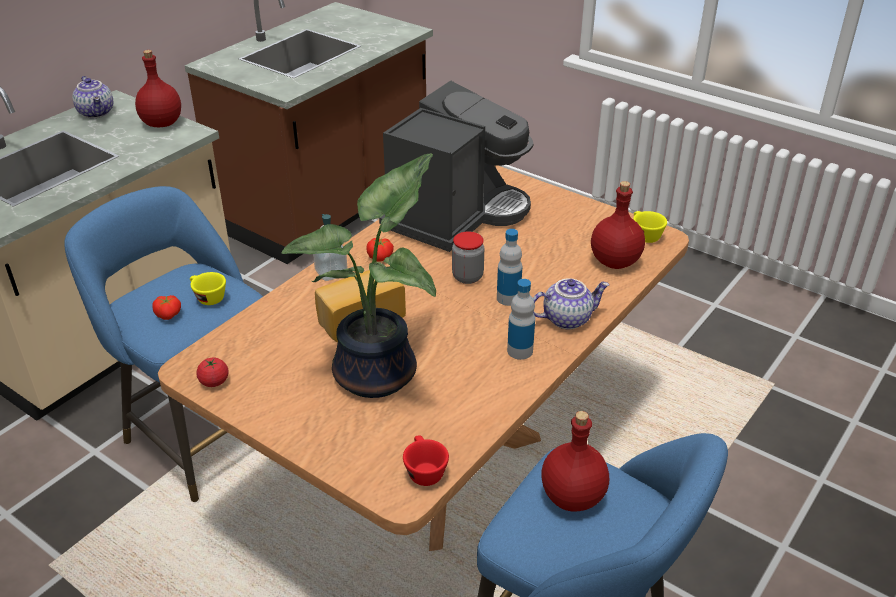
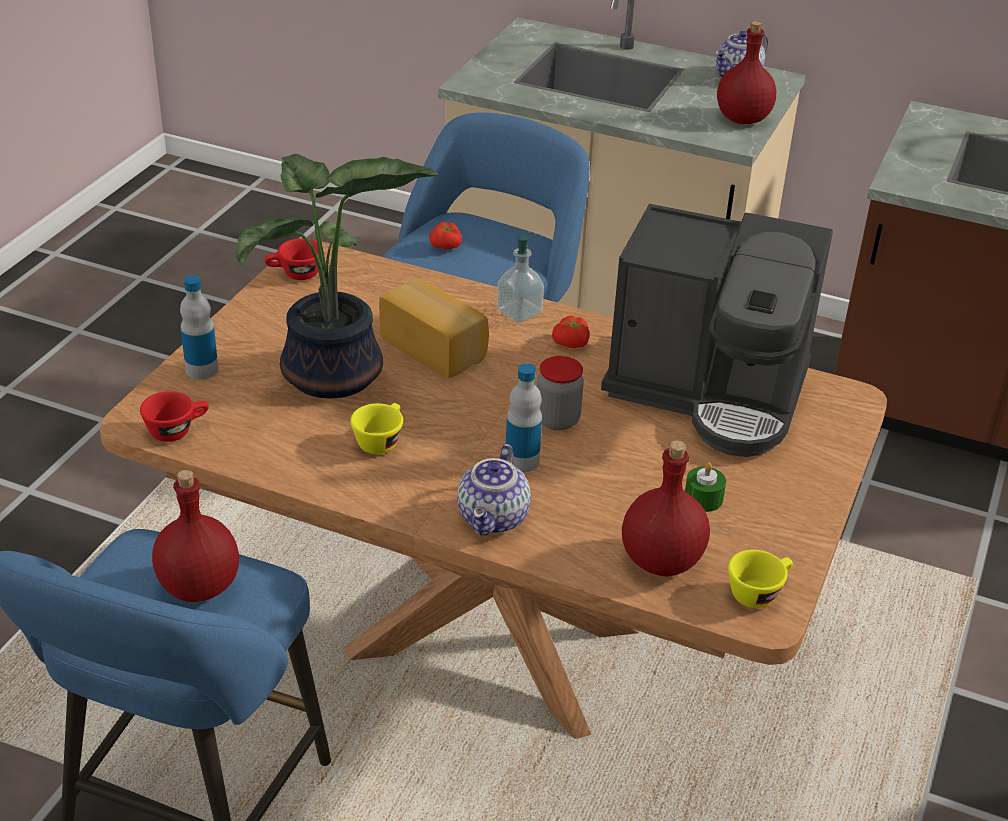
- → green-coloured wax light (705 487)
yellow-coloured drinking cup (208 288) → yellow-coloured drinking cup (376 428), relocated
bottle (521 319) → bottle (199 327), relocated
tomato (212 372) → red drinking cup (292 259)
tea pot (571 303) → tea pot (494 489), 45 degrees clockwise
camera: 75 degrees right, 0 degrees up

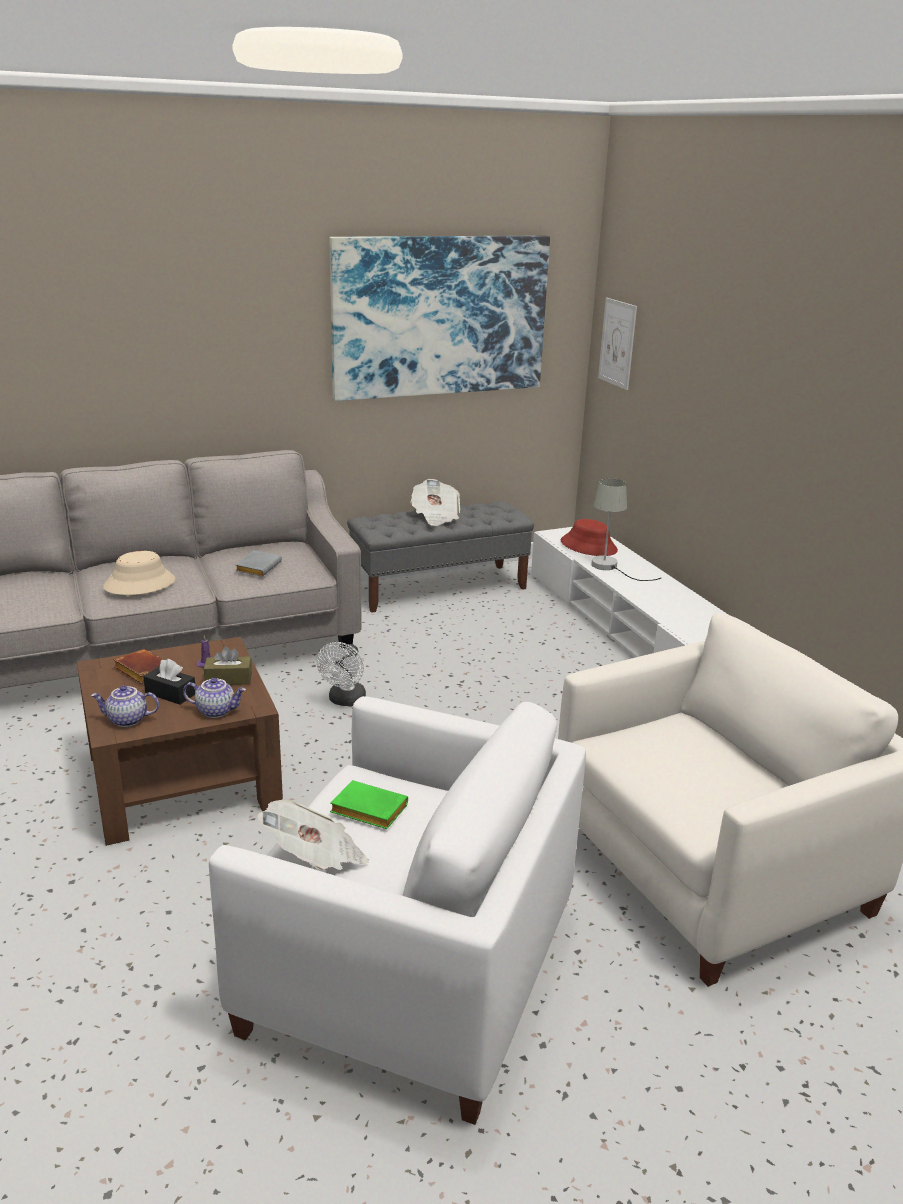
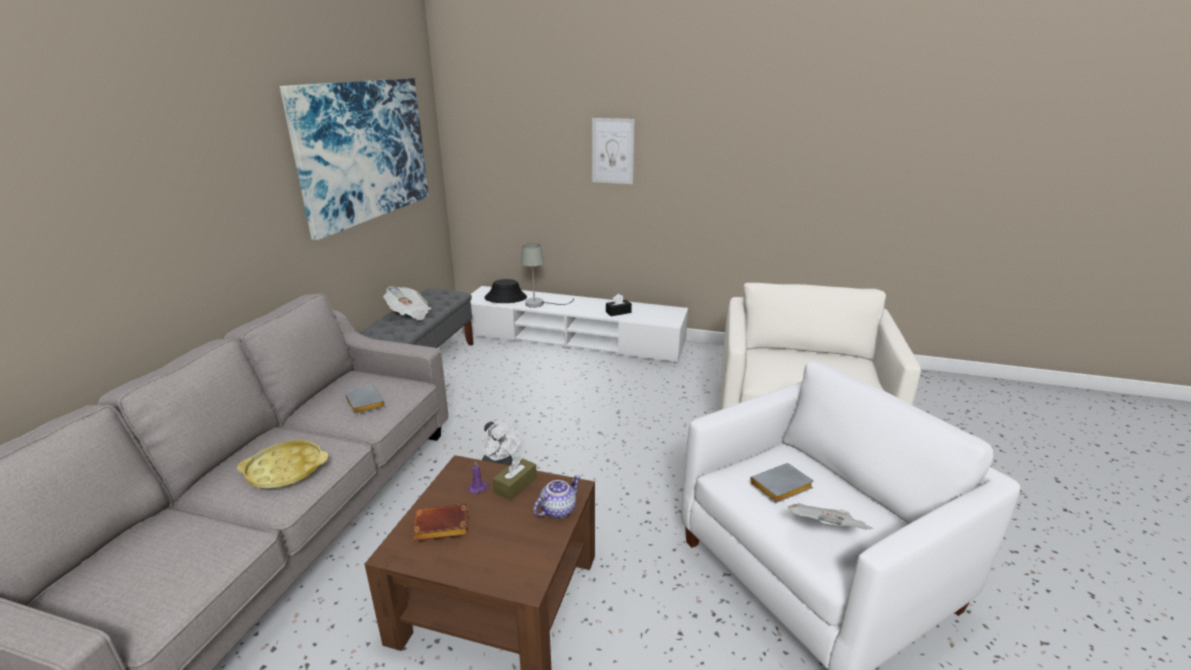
tea pot (125 706) → -
black-coloured tissue holder (169 682) → black-coloured tissue holder (619 305), relocated
wall picture (617 344) → wall picture (613 151), relocated
beige-coloured clothing hat (139 573) → yellow-coloured tray (283 464)
green-coloured book (369 804) → grey book (782 483)
red clothing hat (589 537) → black-coloured clothing hat (506 291)
camera: 50 degrees left, 0 degrees up

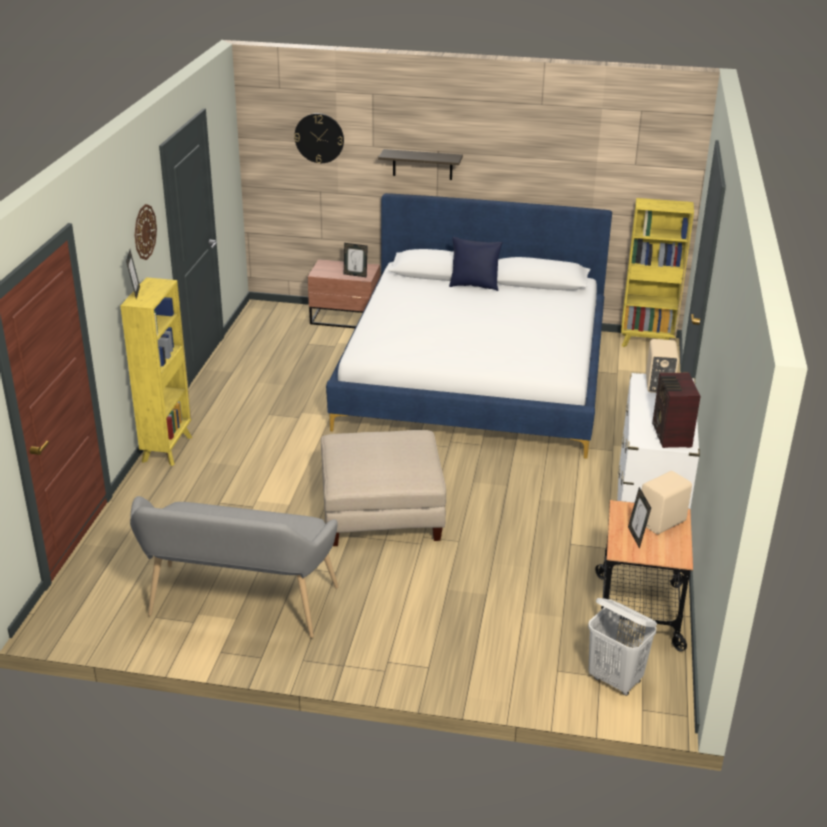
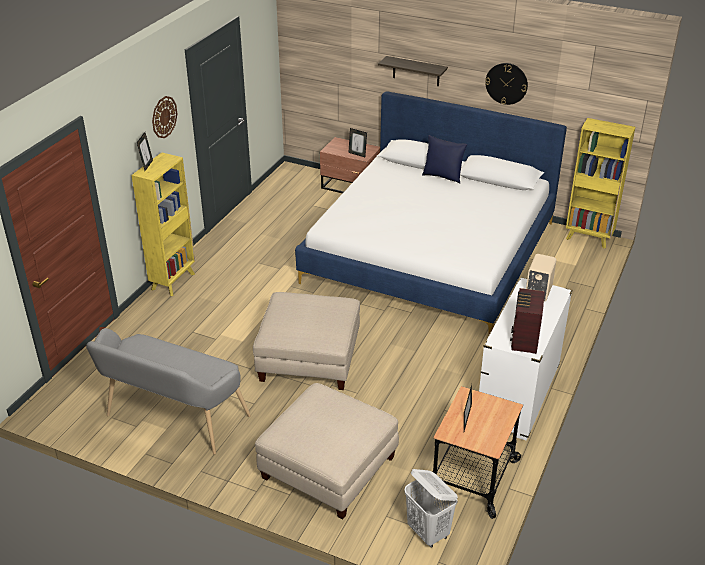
beige-coloured audio speaker (667 502) → -
- → beige-coloured footrest (327 451)
wall clock (319 138) → wall clock (506 84), relocated
camera: 15 degrees right, 5 degrees up

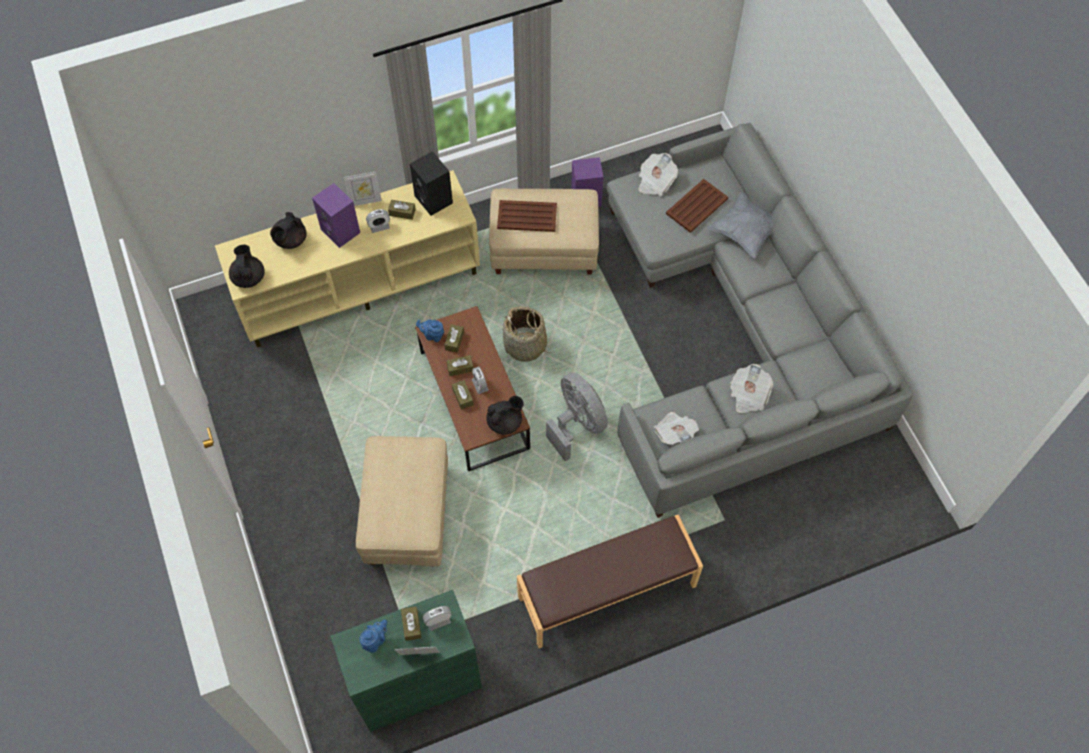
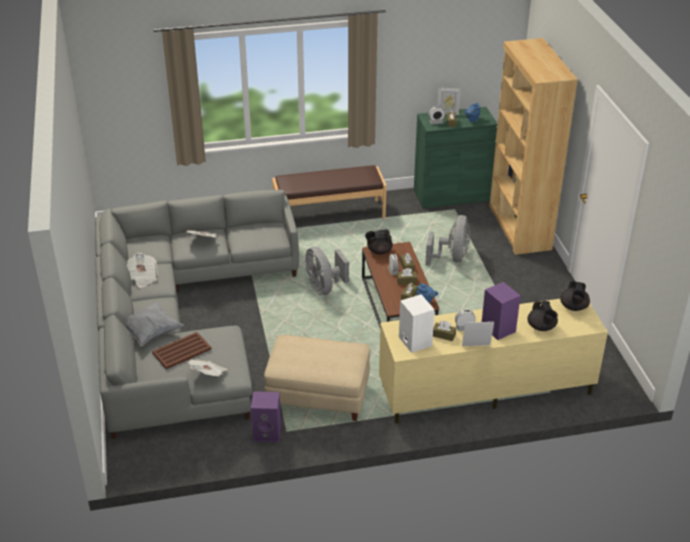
brownish tray (527 216) → -
storage basket (527 334) → -
- → brownish bookshelf (533 146)
printed paper (676 428) → printed paper (142 270), relocated
beige-coloured footrest (402 501) → grey cooling fan (447 240)
black-coloured audio speaker (431 183) → white-coloured audio speaker (417 323)
black-coloured tea pot (288 230) → black-coloured tea pot (542 316), 120 degrees clockwise
camera: 170 degrees left, 25 degrees down

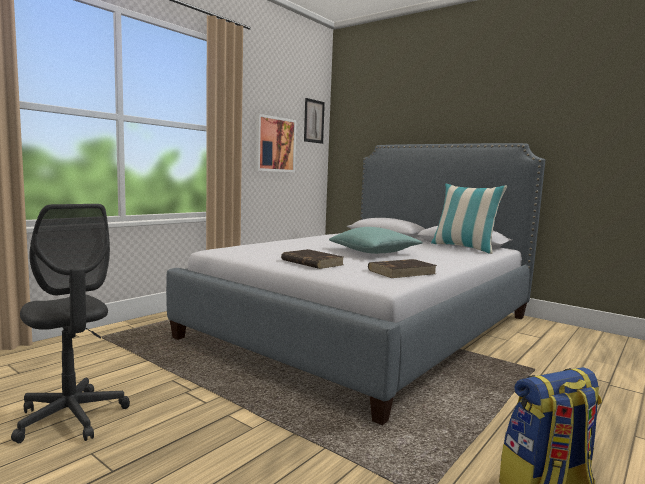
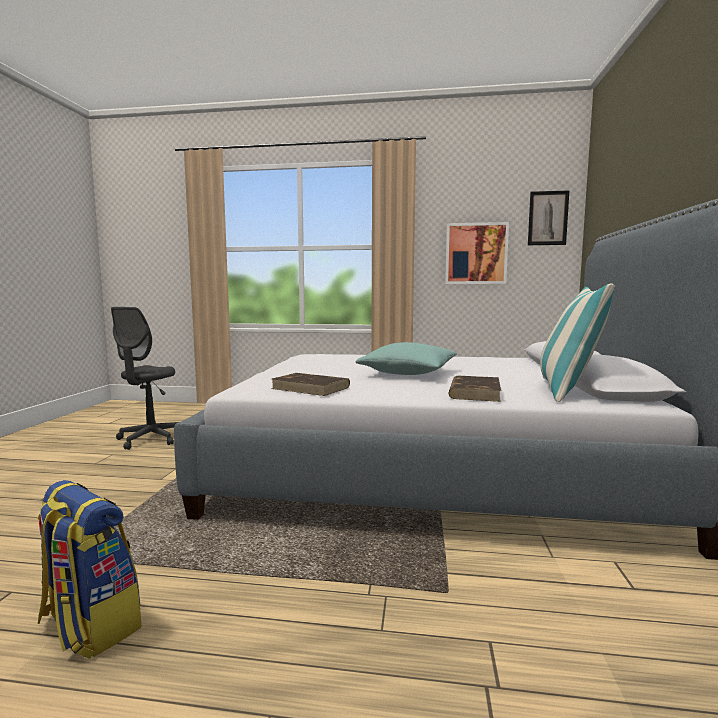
brownish book (312 259) → brownish book (475 389), relocated
camera: 60 degrees right, 0 degrees up

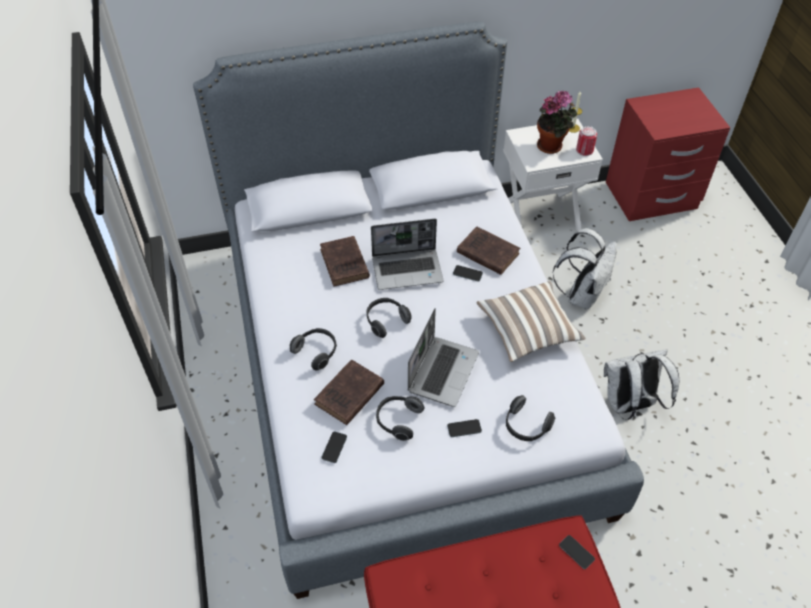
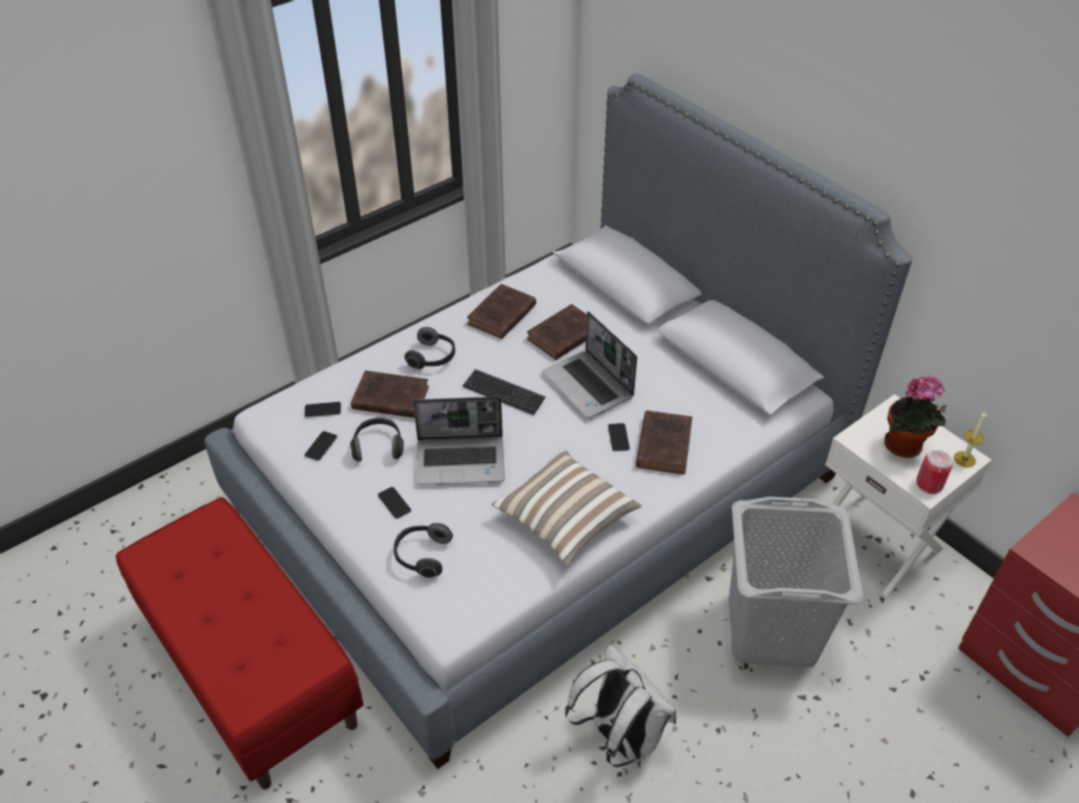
- → brownish book (501 311)
handset (577 552) → handset (321 446), relocated
headset (389 318) → computer keyboard (504 392)
white-coloured rucksack (585 269) → grey washing basket (796 582)
camera: 65 degrees right, 5 degrees down

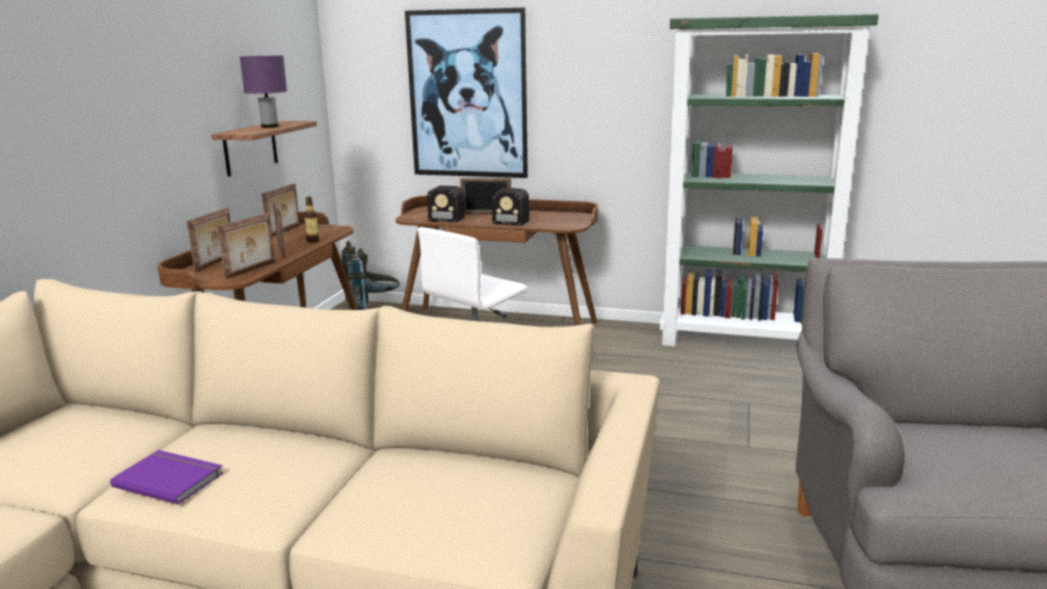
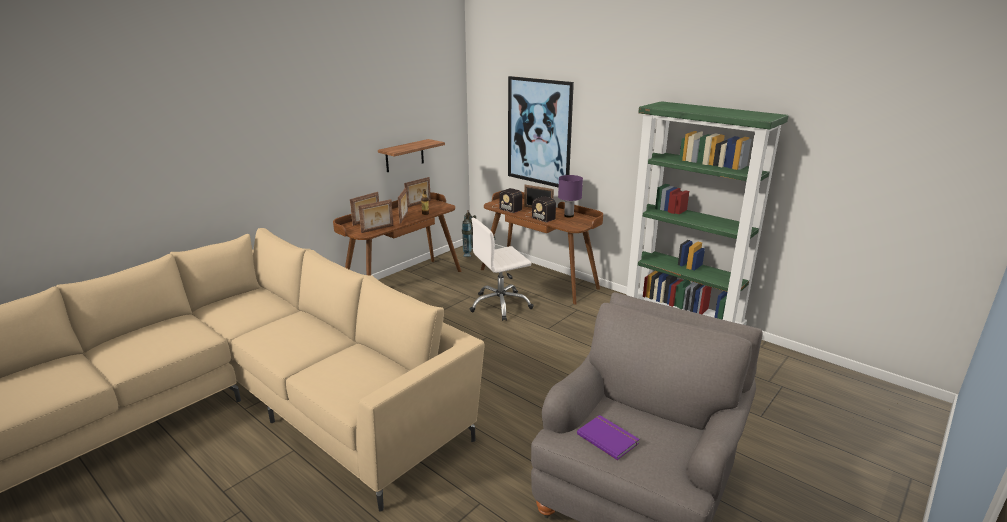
purple book (166 477) → purple book (608 437), relocated
purple tabletop lamp (263 92) → purple tabletop lamp (570 196), relocated
camera: 25 degrees right, 5 degrees up

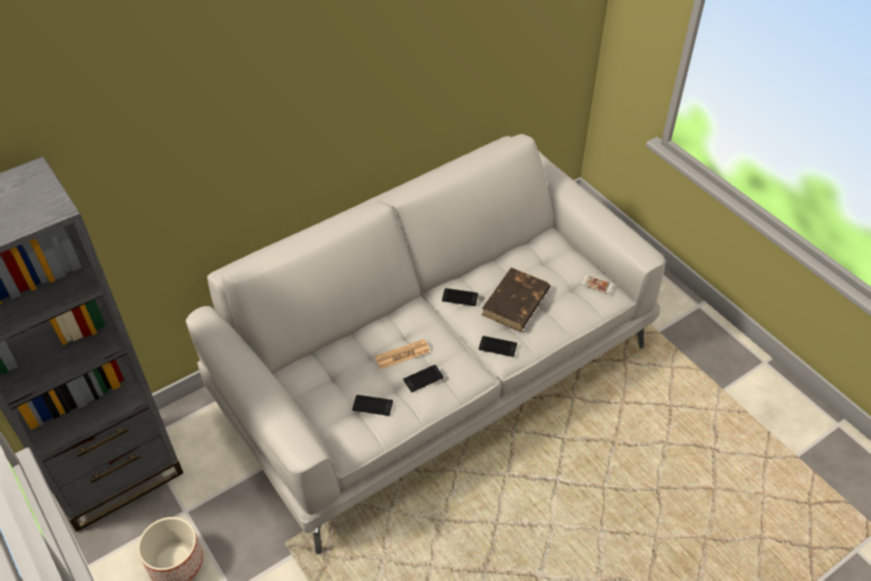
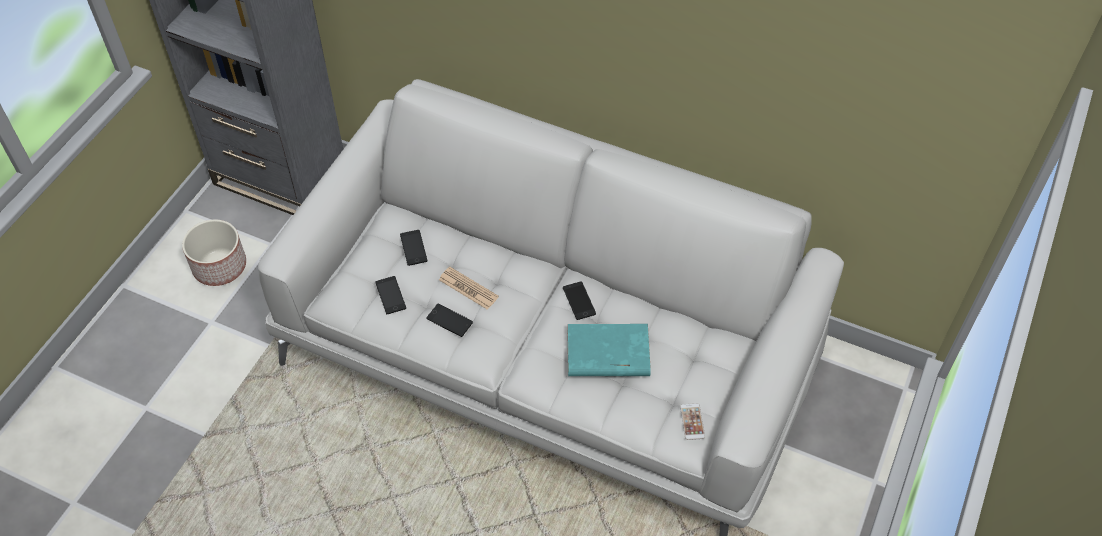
handset (498 346) → handset (414 248), relocated
brownish book (516 299) → turquoise-coloured book (609 350)
camera: 60 degrees right, 5 degrees up

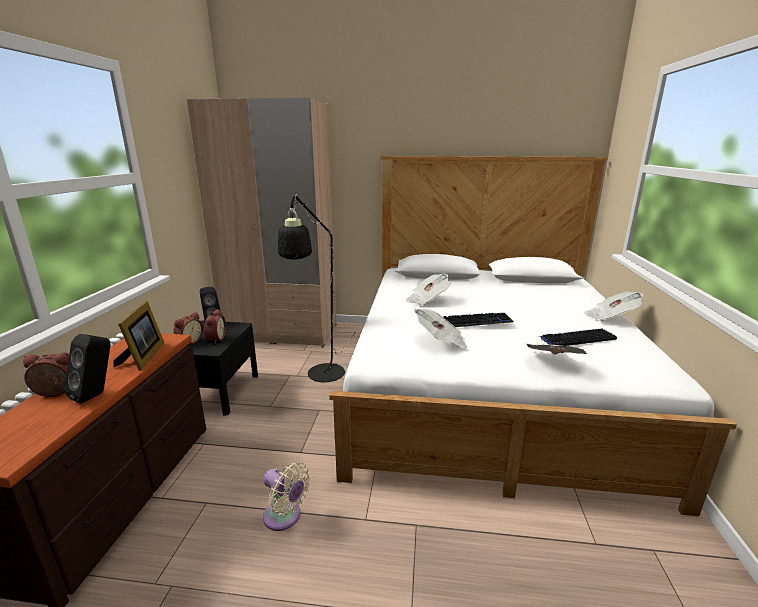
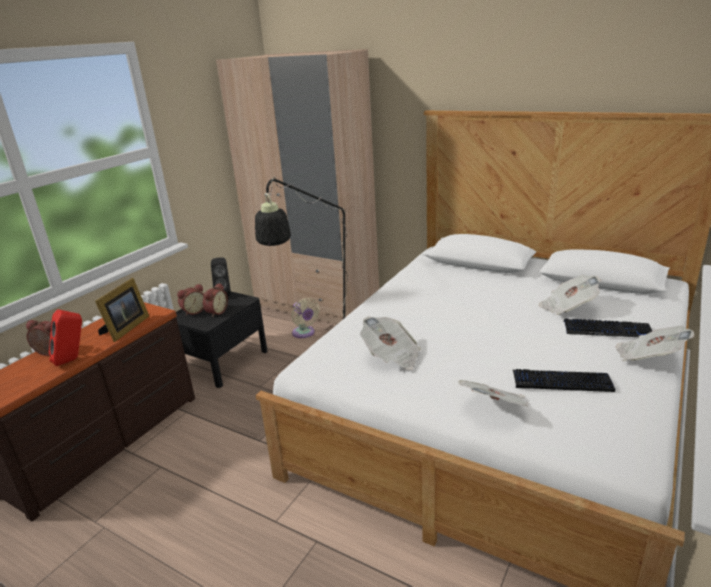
beige-coloured cooling fan (287 496) → beige-coloured cooling fan (305 318), relocated
printed paper (428 289) → printed paper (570 295), relocated
computer keyboard (478 320) → computer keyboard (608 327), relocated
black-coloured audio speaker (87 369) → red audio speaker (65 337)
camera: 25 degrees right, 5 degrees up

